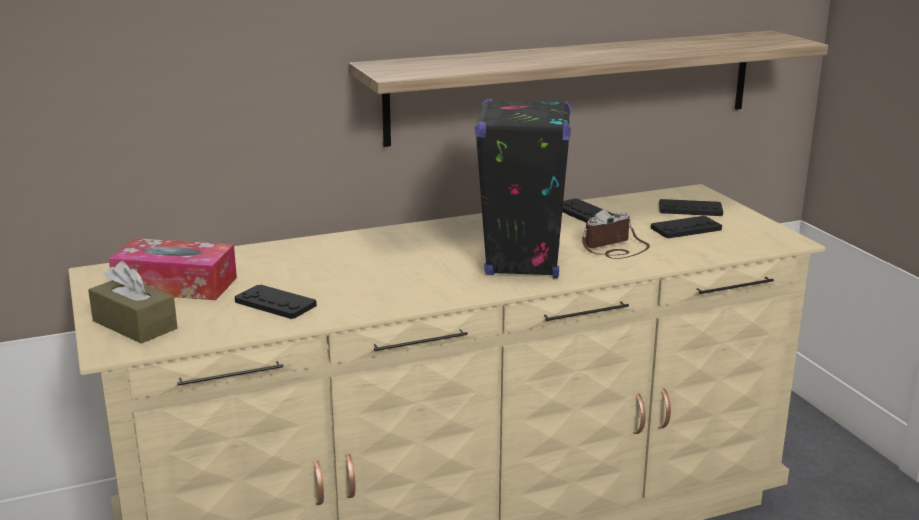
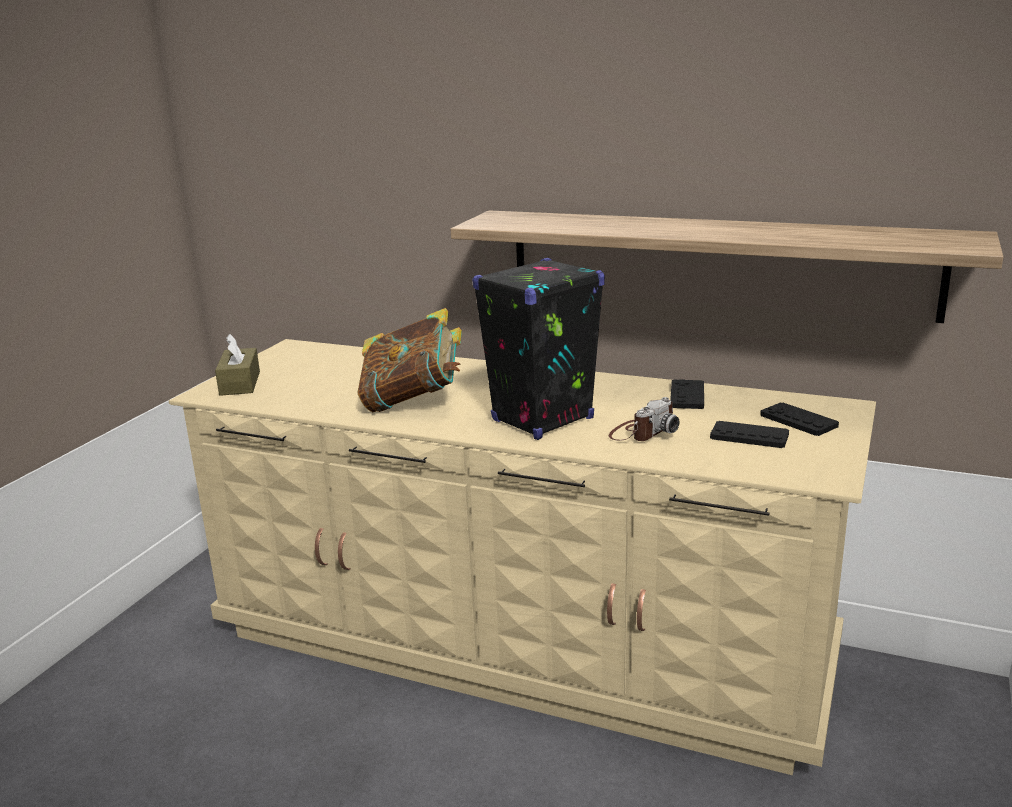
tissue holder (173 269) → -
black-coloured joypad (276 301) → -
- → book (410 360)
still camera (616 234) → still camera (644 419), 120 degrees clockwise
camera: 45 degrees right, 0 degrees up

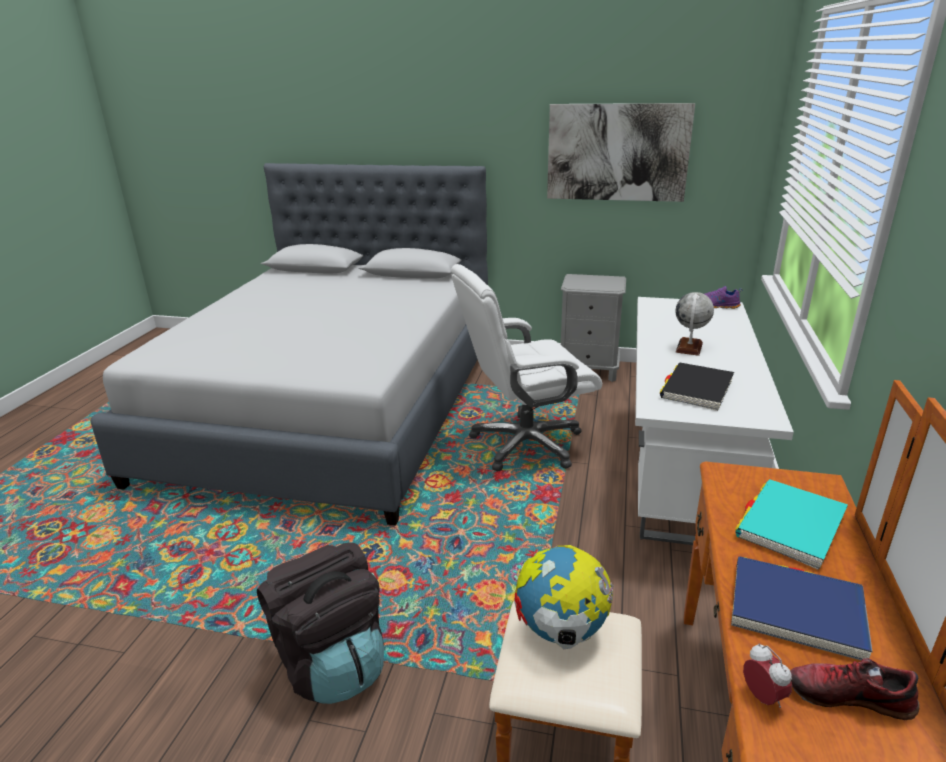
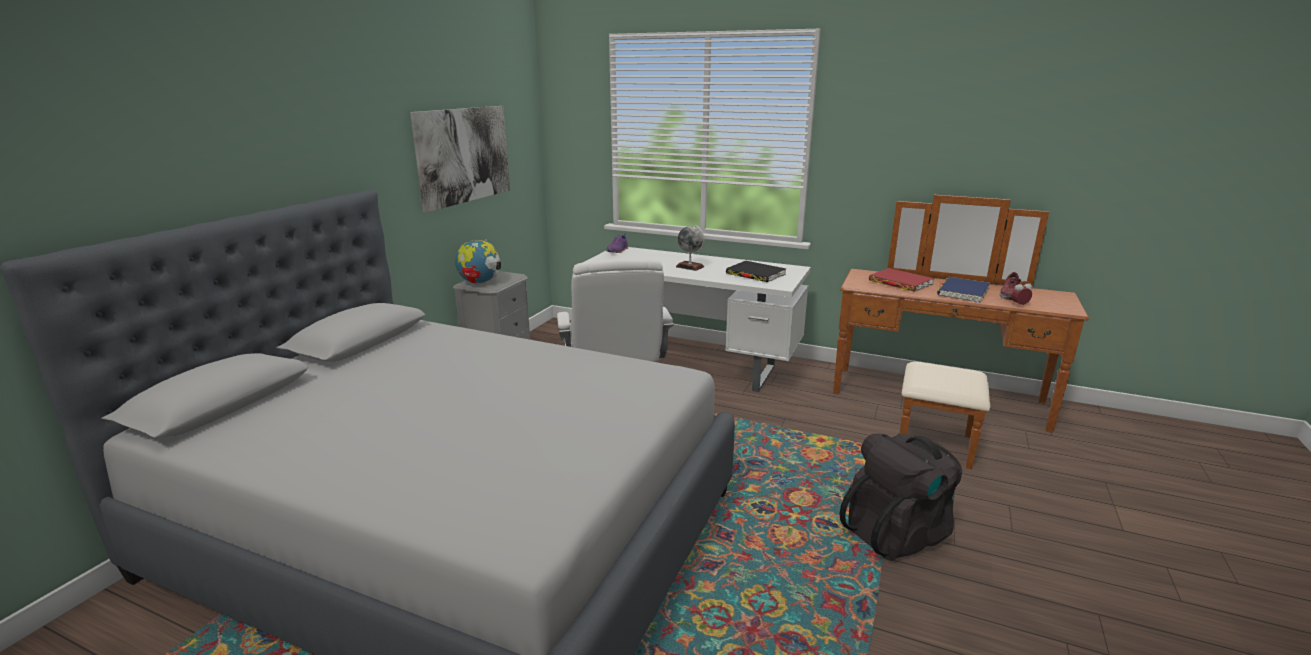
world globe (564 597) → world globe (478 261), relocated
turquoise-coloured book (791 524) → red book (901 280)
camera: 80 degrees left, 5 degrees down

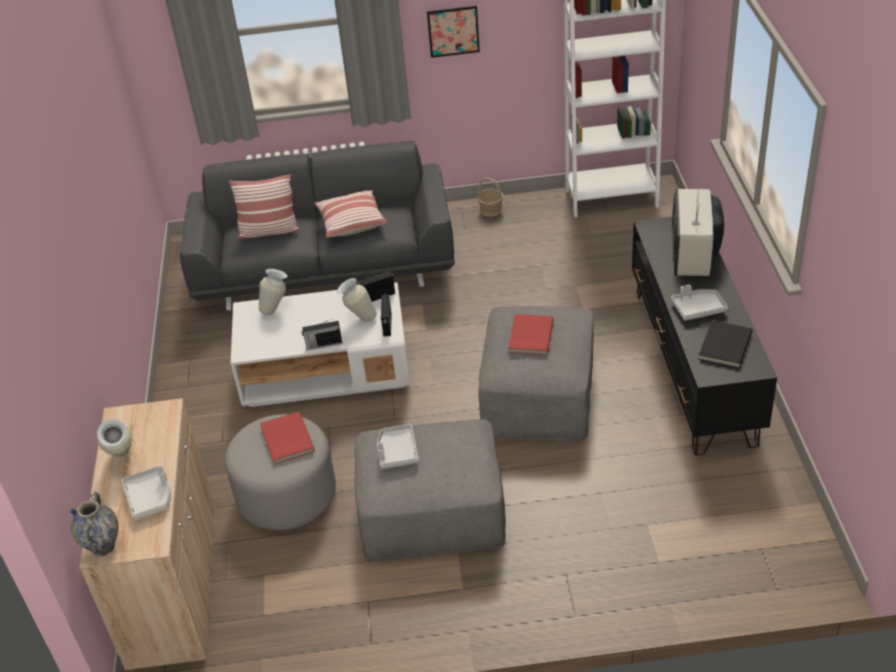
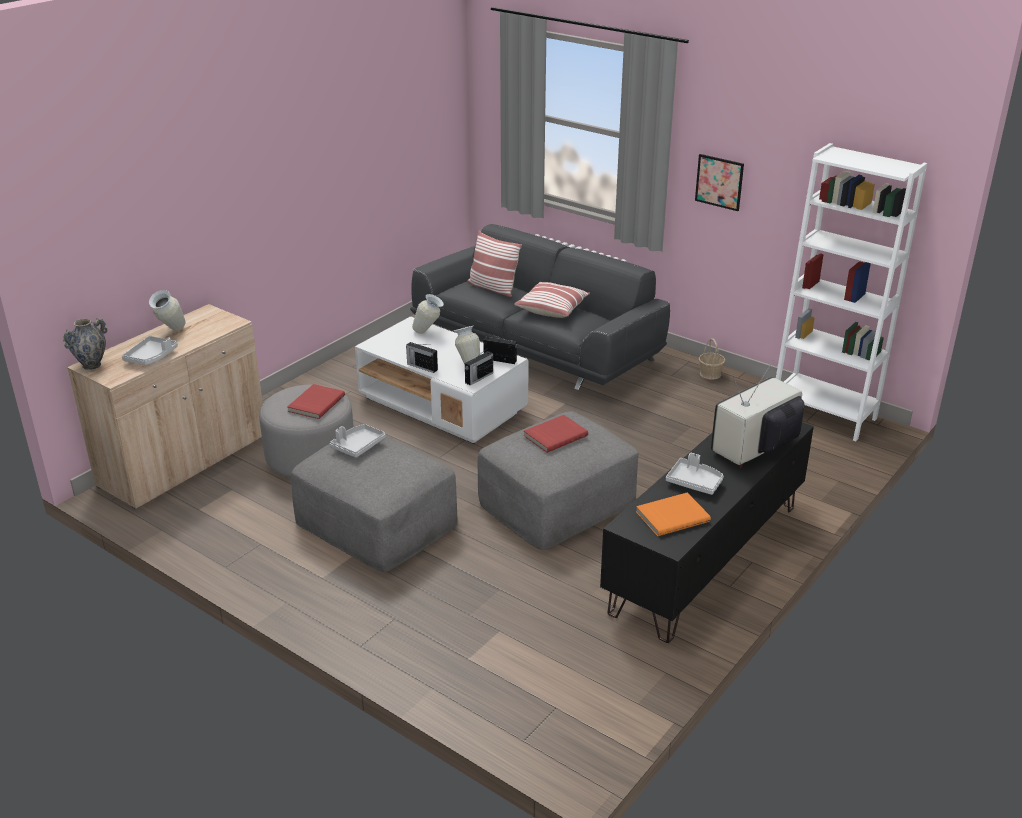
black-coloured book (726 344) → orange book (673 514)
camera: 40 degrees right, 10 degrees down

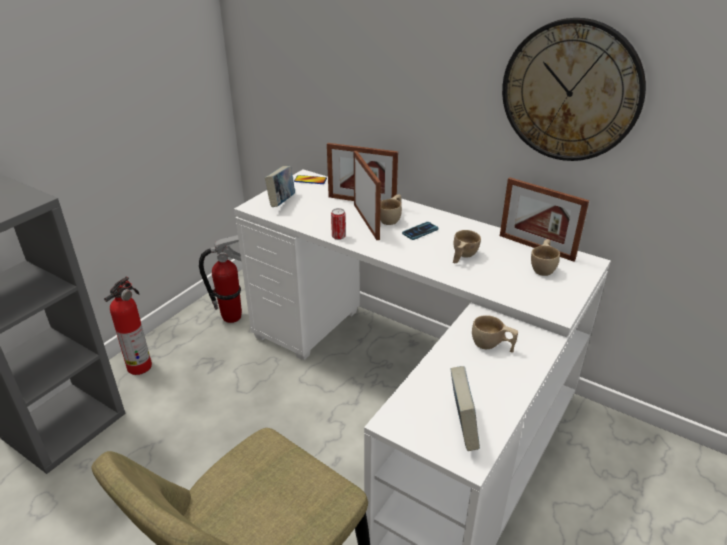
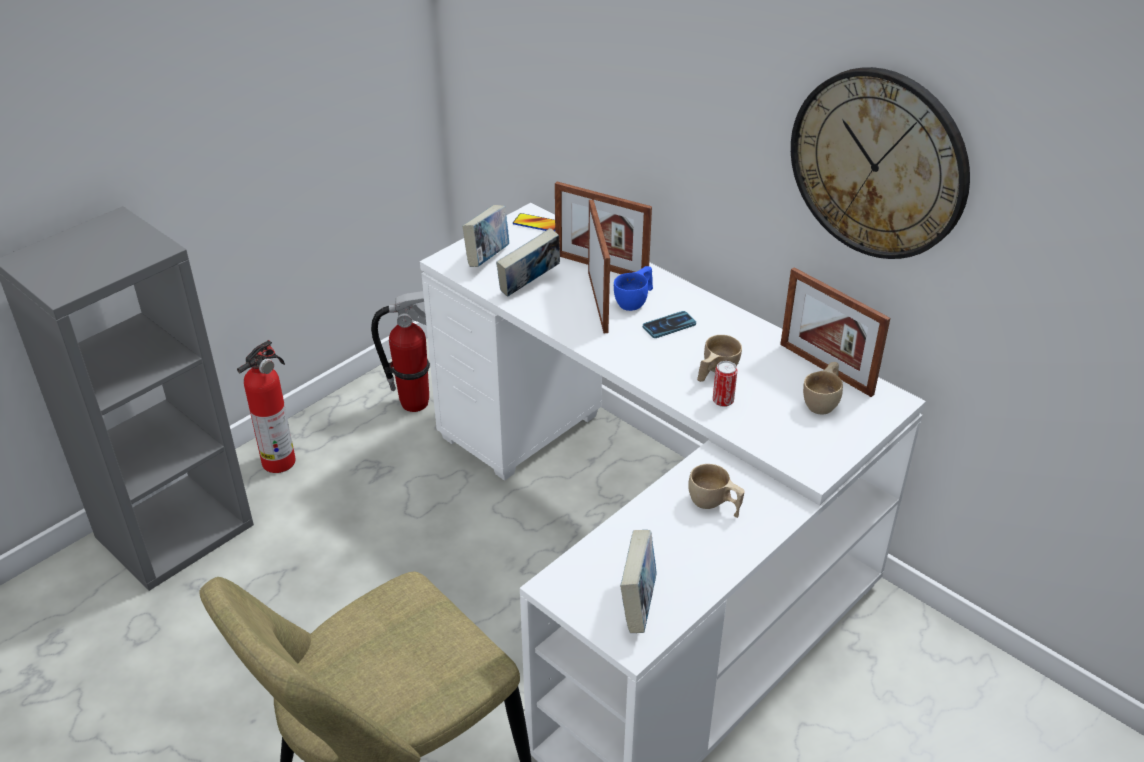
- → book (528 262)
sealed can (338 224) → sealed can (725 384), relocated
beige-coloured drinking cup (391 209) → bluish drinking cup (633 288)
camera: 10 degrees right, 5 degrees up

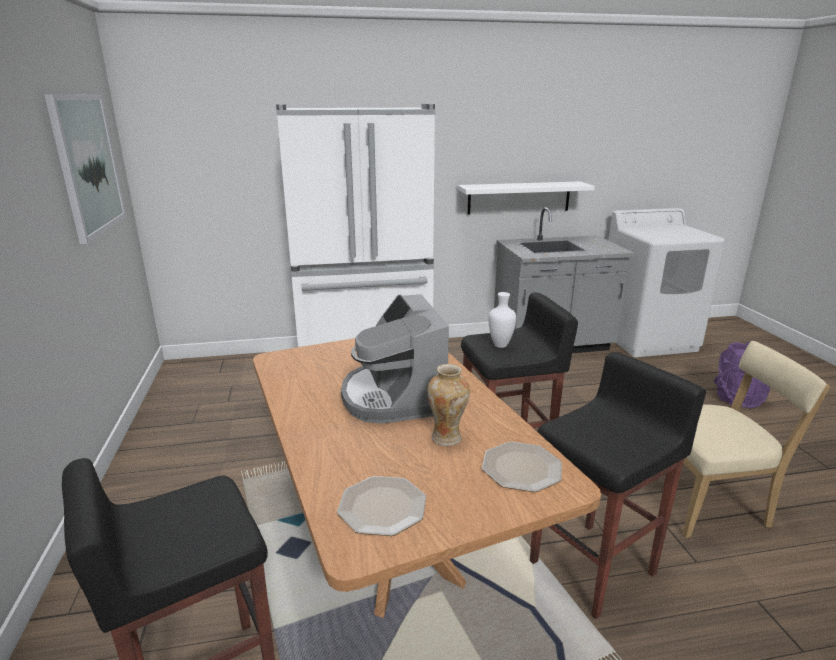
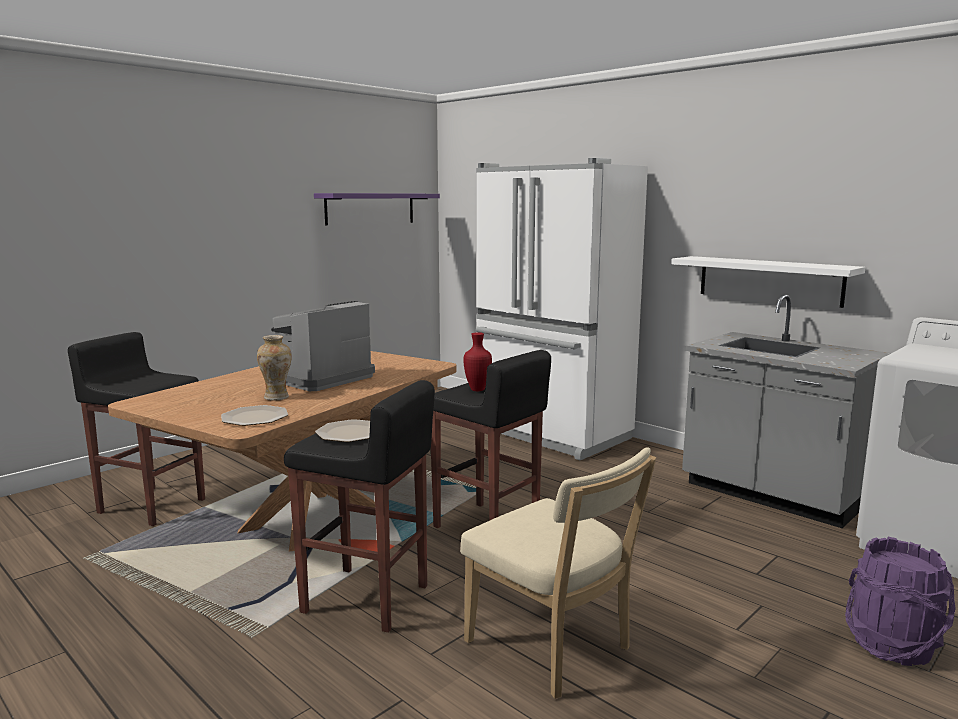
plate (381 506) → plate (342 430), relocated
wall picture (85 169) → purple shelf (377 209)
white-coloured vase (502 320) → red vase (477 361)
camera: 55 degrees right, 10 degrees down

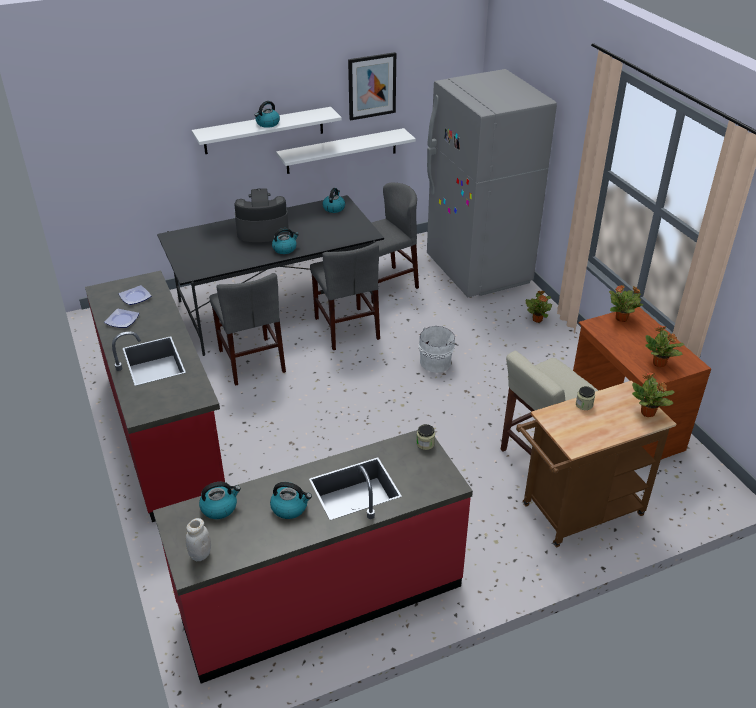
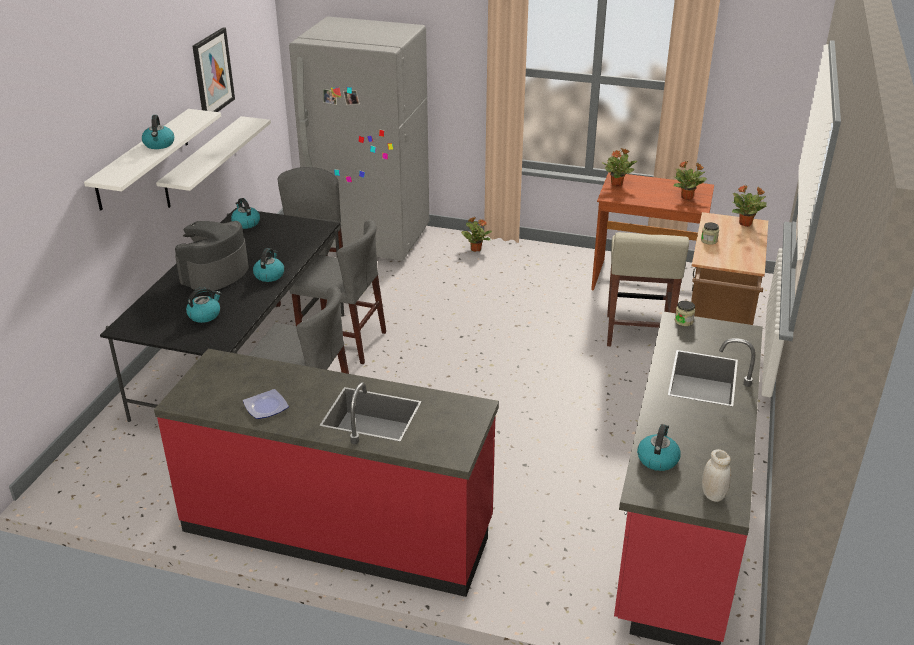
plate (135 295) → -
white-coloured bucket (438 349) → -
tea kettle (291 500) → tea kettle (203 305), relocated
camera: 50 degrees left, 5 degrees down

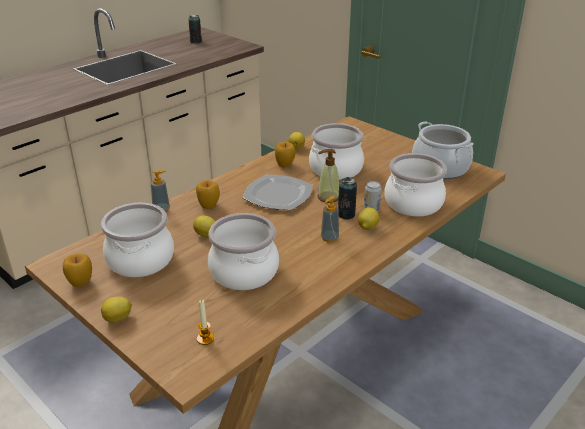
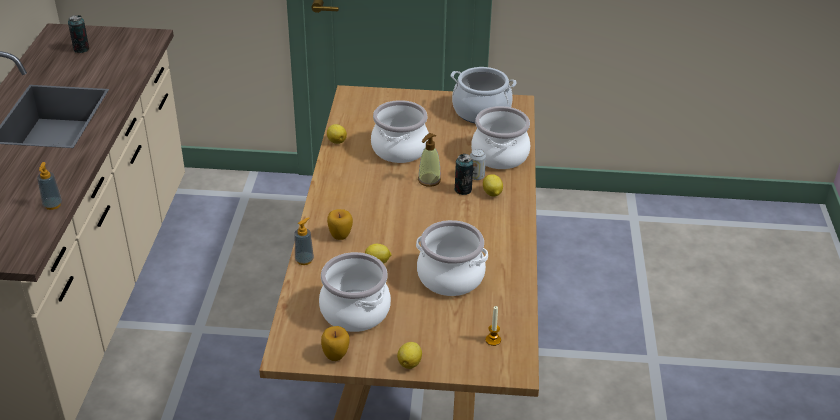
plate (278 192) → -
apple fruit (285 155) → -
soap dispenser (330 219) → soap dispenser (49 186), relocated
camera: 40 degrees left, 5 degrees up

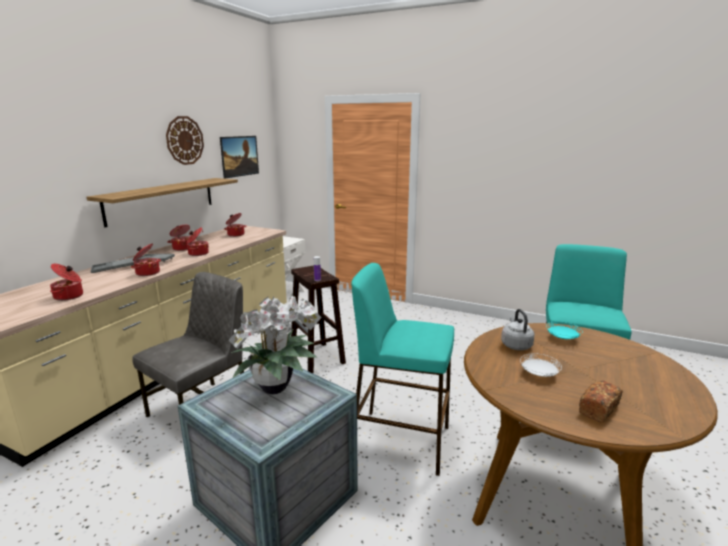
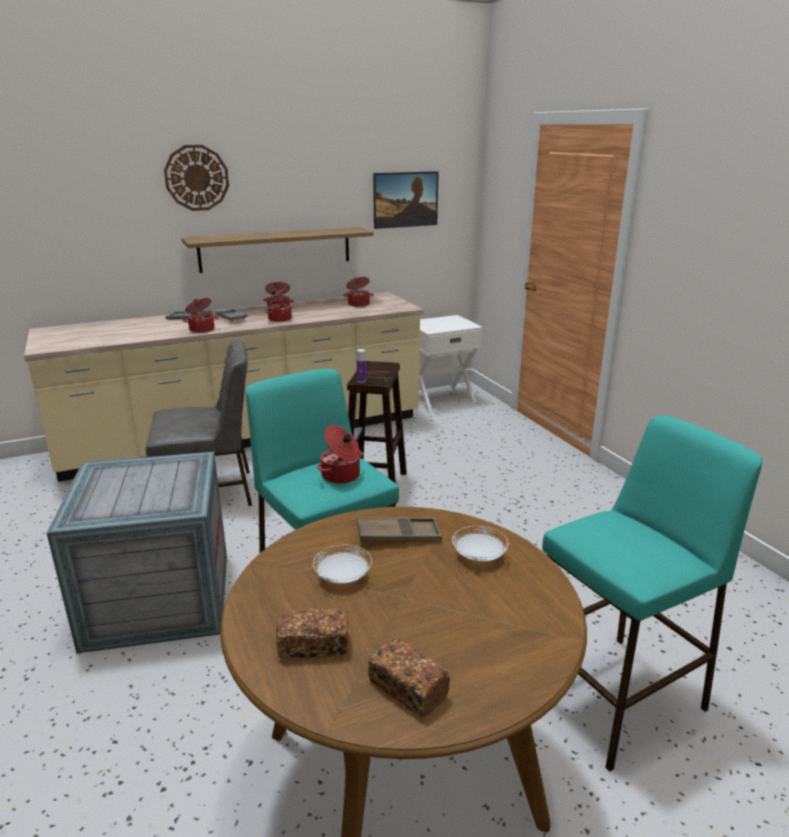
houseplant (275 344) → -
- → bread (409 677)
saucepot (66 282) → saucepot (340 454), relocated
wall clock (185 140) → wall clock (196 178), relocated
grey tea kettle (518 329) → brownish tray (399 530)
turquoise-coloured plate (564 330) → white-coloured plate (480 543)
camera: 40 degrees right, 5 degrees up

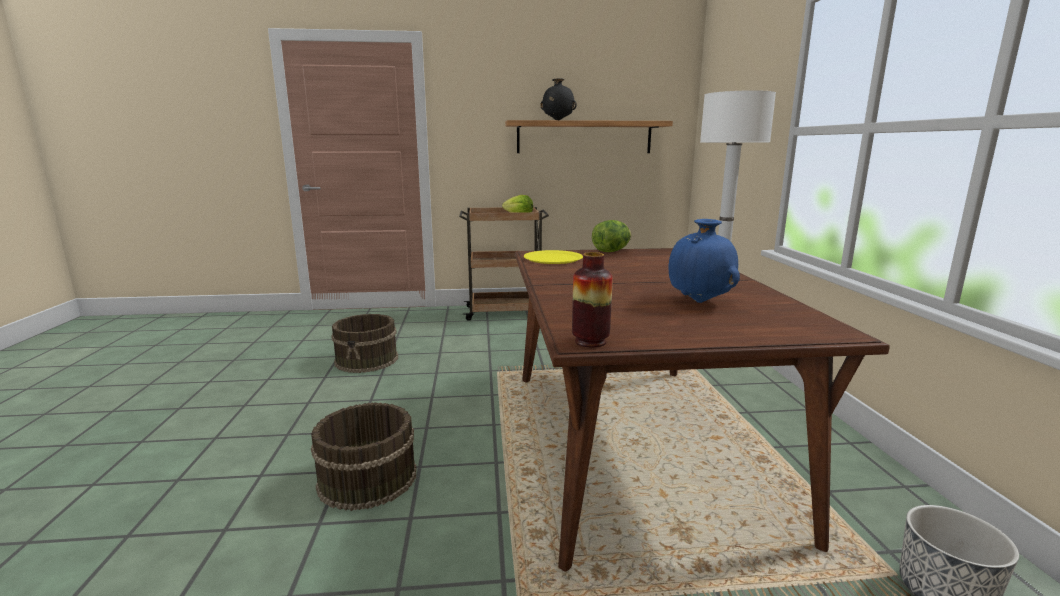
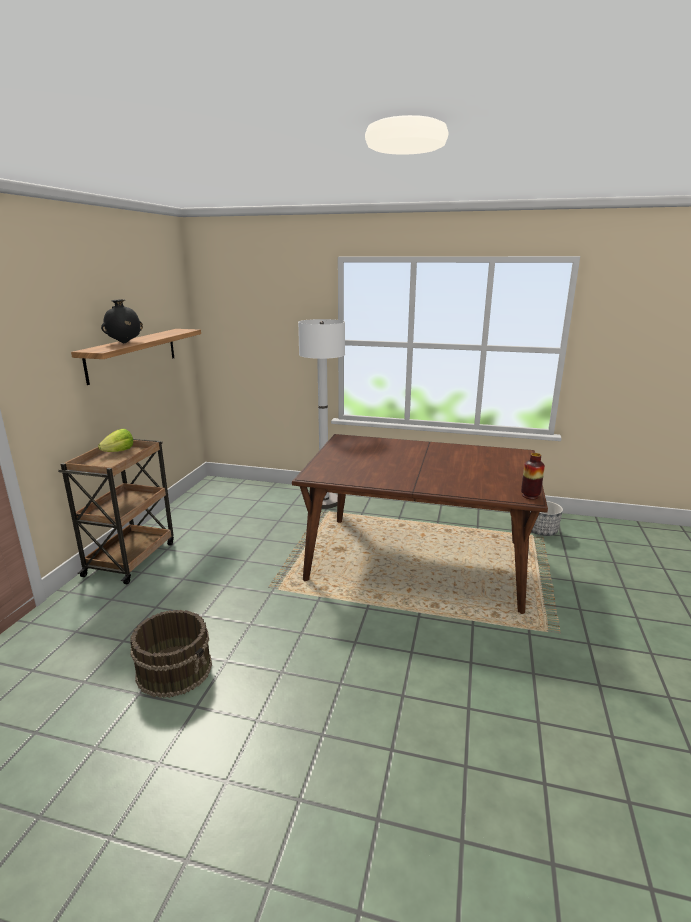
brownish bucket (364 456) → -
yellow-coloured plate (553 257) → -
lettuce (611 236) → -
bluish vase (704 261) → -
camera: 70 degrees left, 5 degrees up

